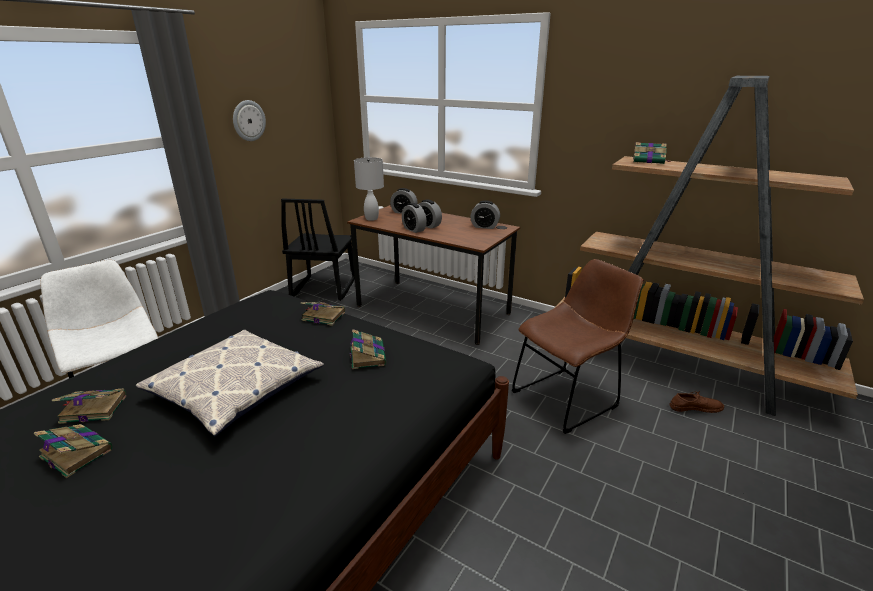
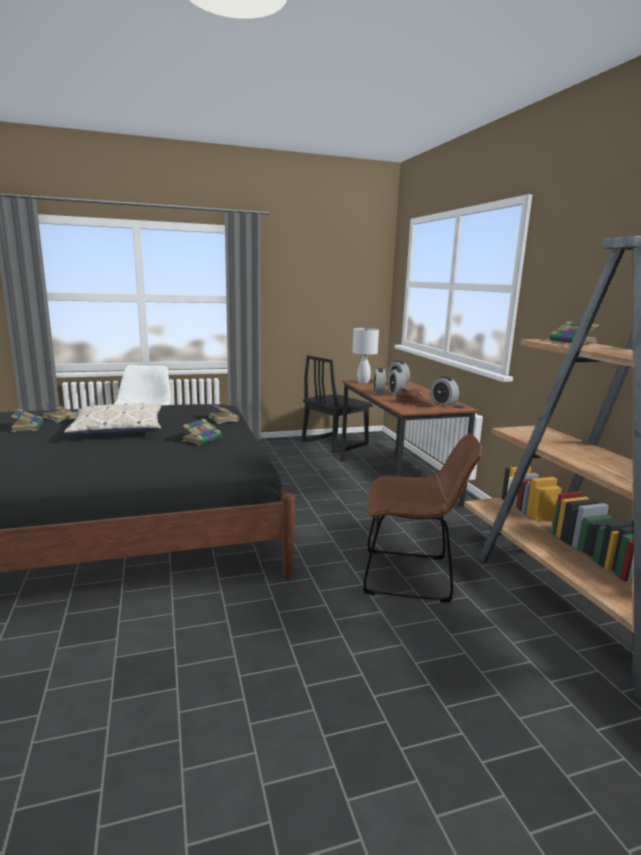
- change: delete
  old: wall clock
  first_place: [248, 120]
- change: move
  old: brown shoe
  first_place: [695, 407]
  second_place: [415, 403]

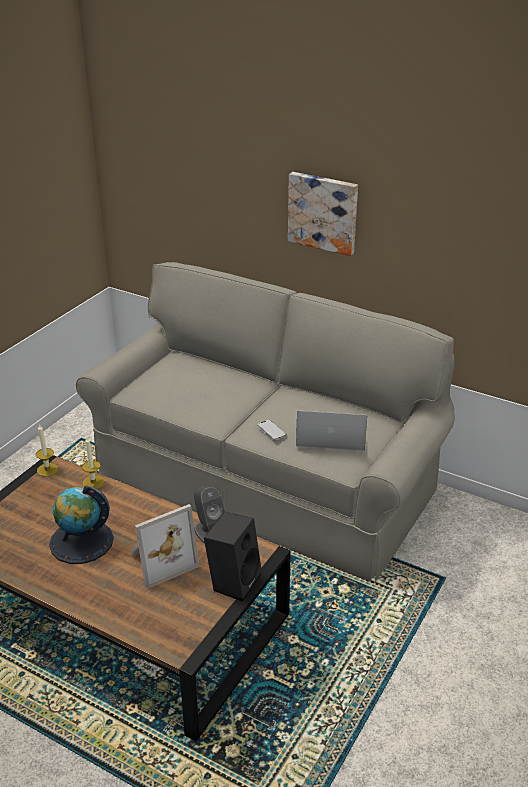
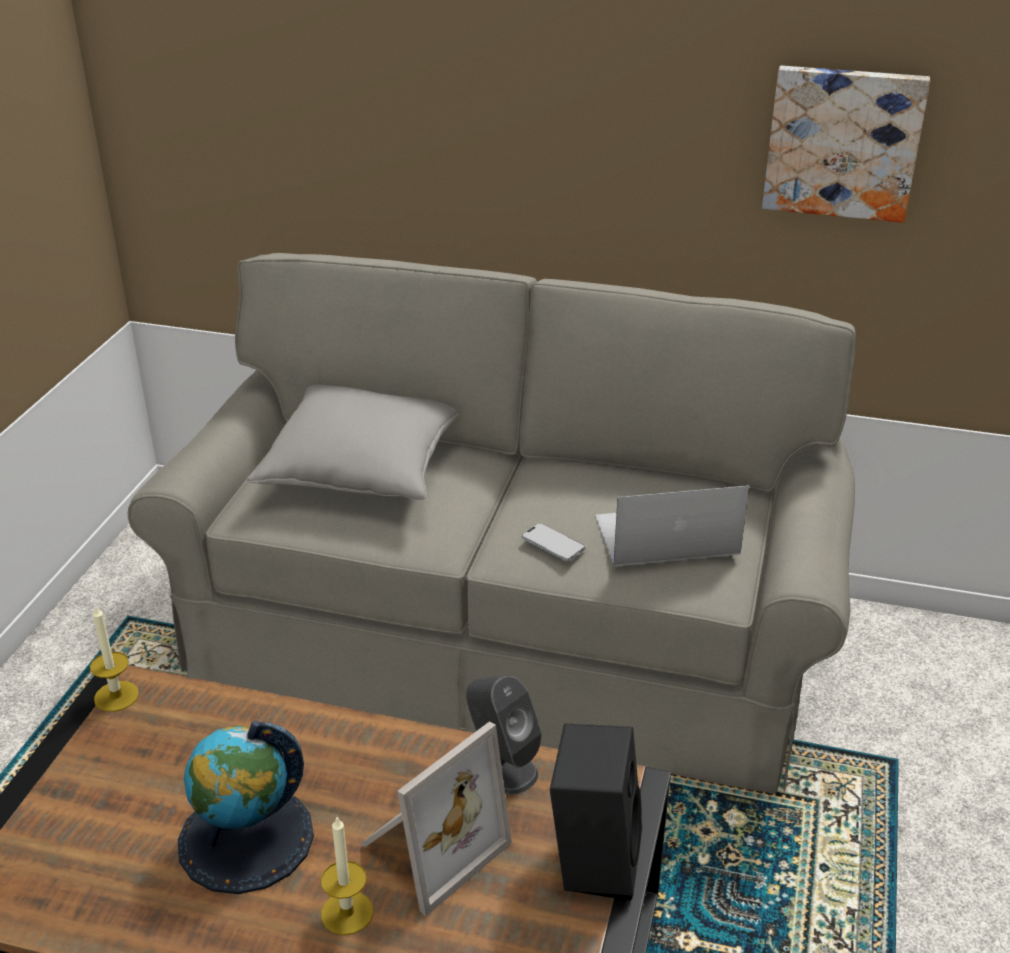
- change: move
  old: picture
  first_place: [323, 212]
  second_place: [843, 142]
- change: move
  old: candle
  first_place: [93, 482]
  second_place: [347, 912]
- change: insert
  new: grey pillow
  second_place: [364, 467]

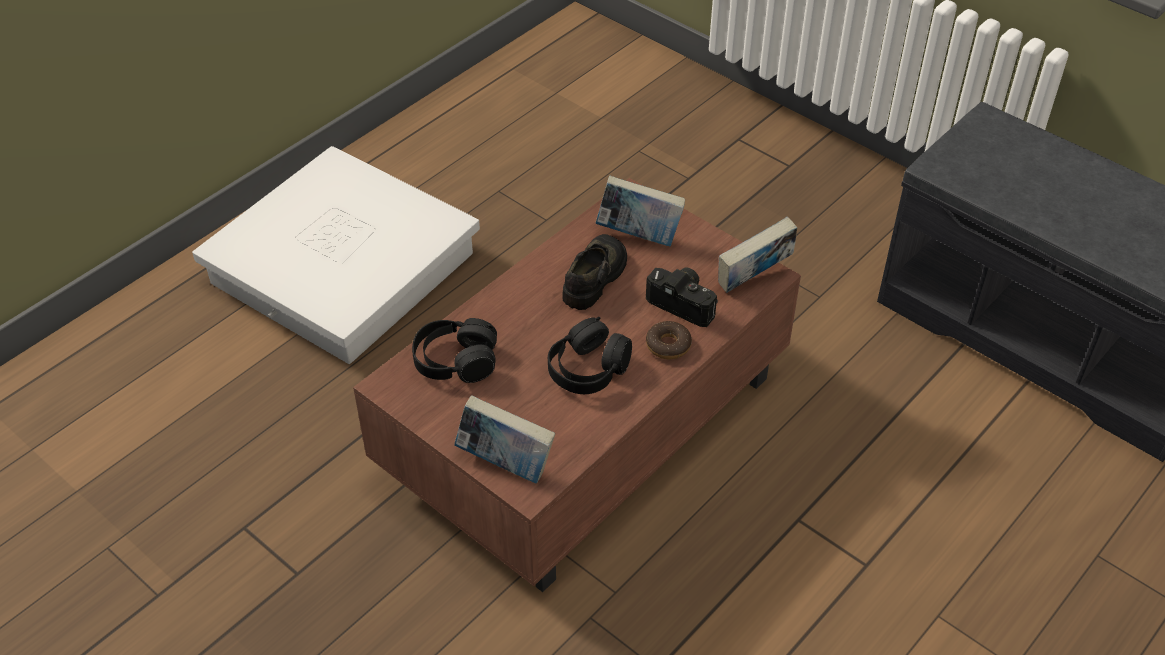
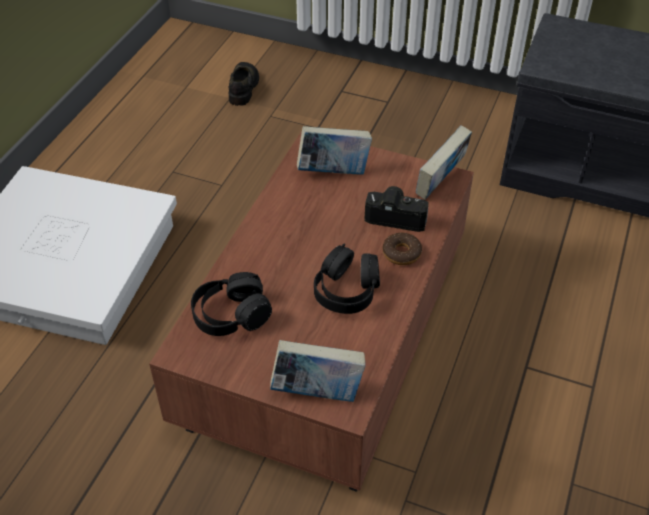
- change: move
  old: black shoe
  first_place: [595, 277]
  second_place: [243, 87]

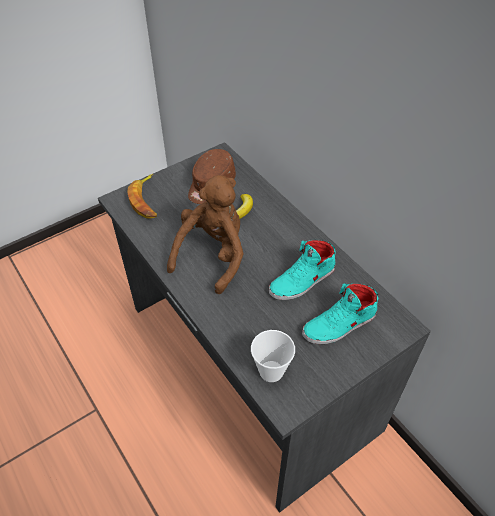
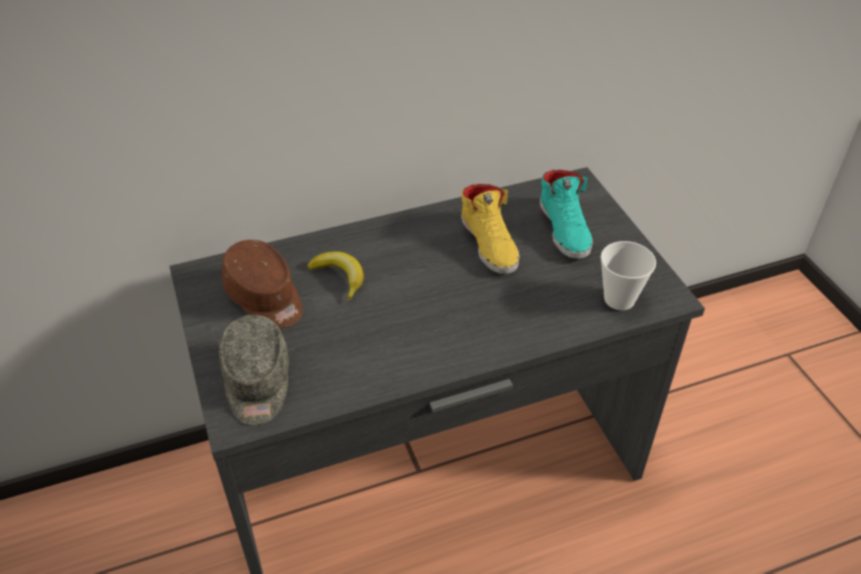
- change: replace
  old: banana
  new: grey cap
  first_place: [146, 200]
  second_place: [257, 382]
- change: delete
  old: brown plush toy
  first_place: [212, 255]
- change: recolor
  old: turquoise shoe
  new: yellow shoe
  first_place: [302, 281]
  second_place: [490, 243]

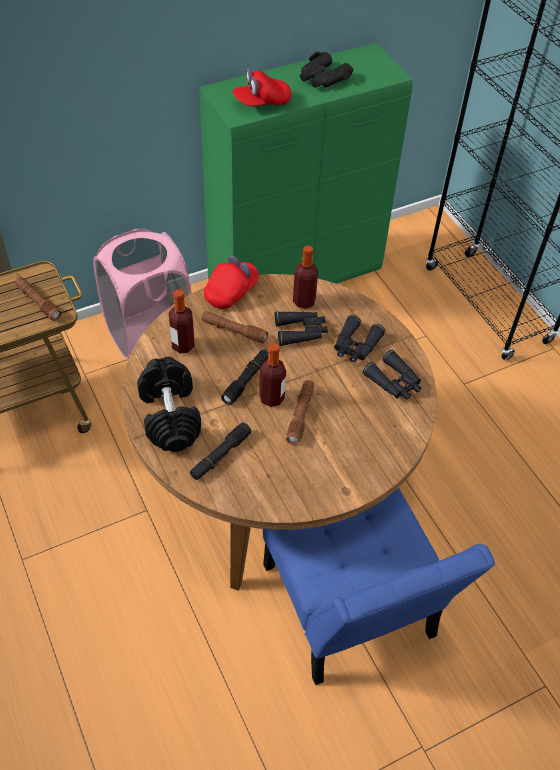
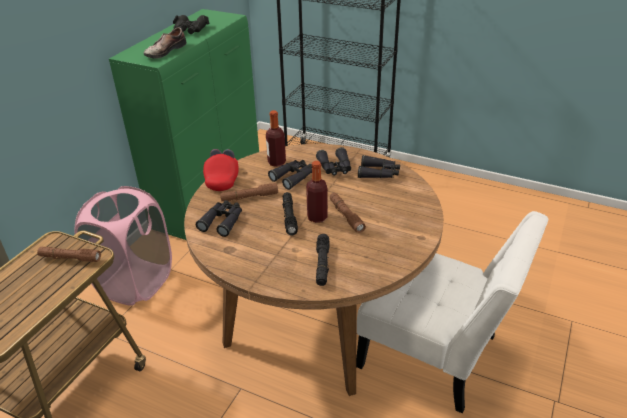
- change: replace
  old: red cap
  new: shoe
  first_place: [262, 102]
  second_place: [164, 51]
- change: replace
  old: bottle
  new: black binoculars
  first_place: [183, 345]
  second_place: [222, 221]
- change: delete
  old: black dumbbell
  first_place: [169, 415]
- change: recolor
  old: blue chair
  new: white chair
  first_place: [351, 610]
  second_place: [435, 355]

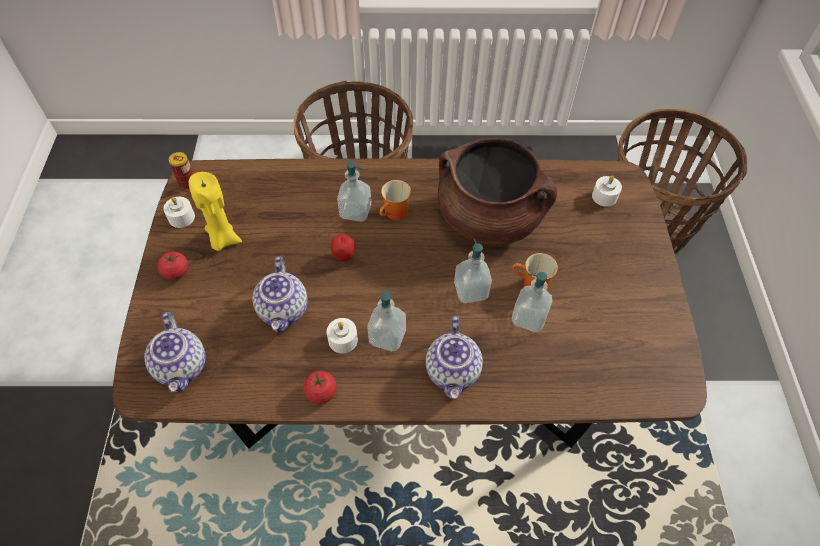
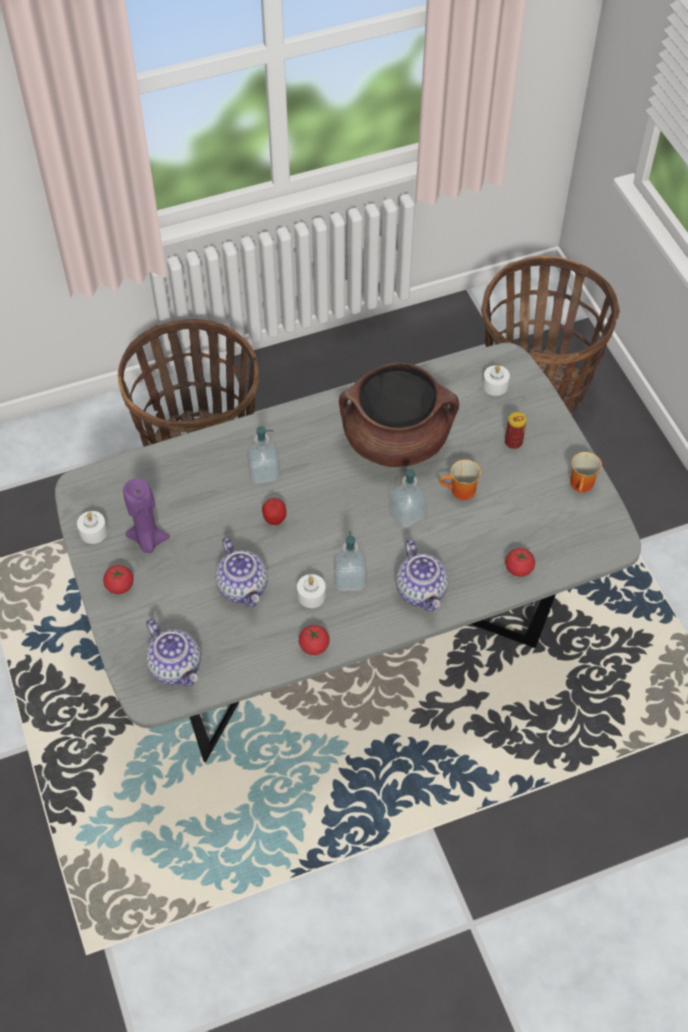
- change: move
  old: can
  first_place: [187, 183]
  second_place: [513, 442]
- change: recolor
  old: brown dining table
  new: grey dining table
  first_place: [409, 379]
  second_place: [344, 636]
- change: recolor
  old: yellow candle
  new: purple candle
  first_place: [223, 239]
  second_place: [148, 540]
- change: move
  old: mug
  first_place: [395, 214]
  second_place: [583, 485]
- change: delete
  old: soap dispenser
  first_place: [529, 318]
- change: insert
  new: tomato
  second_place: [518, 568]

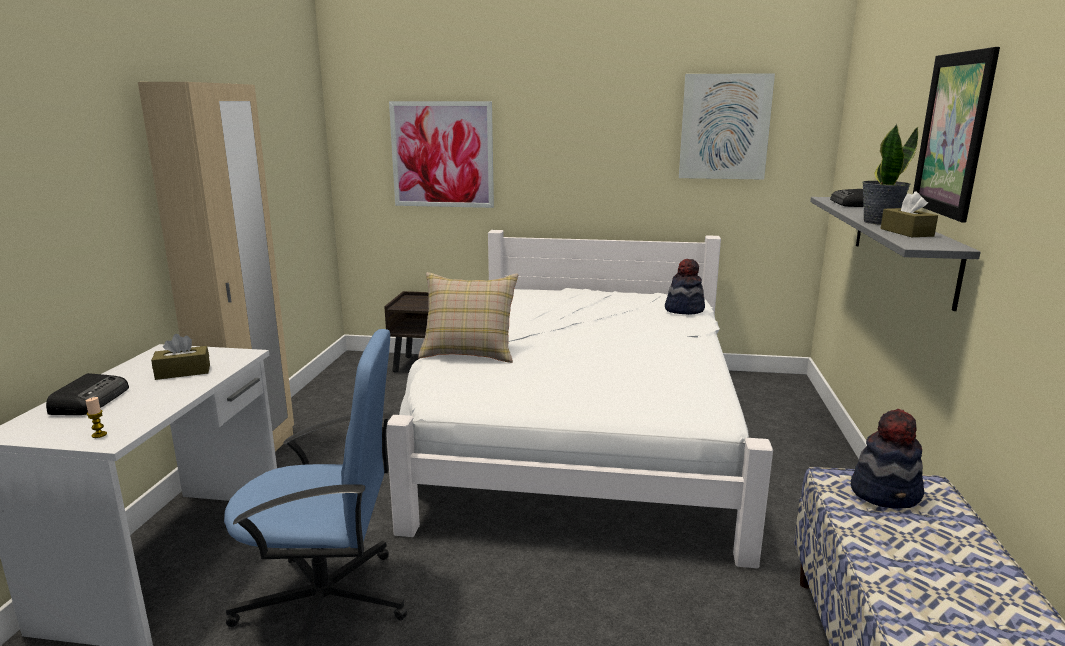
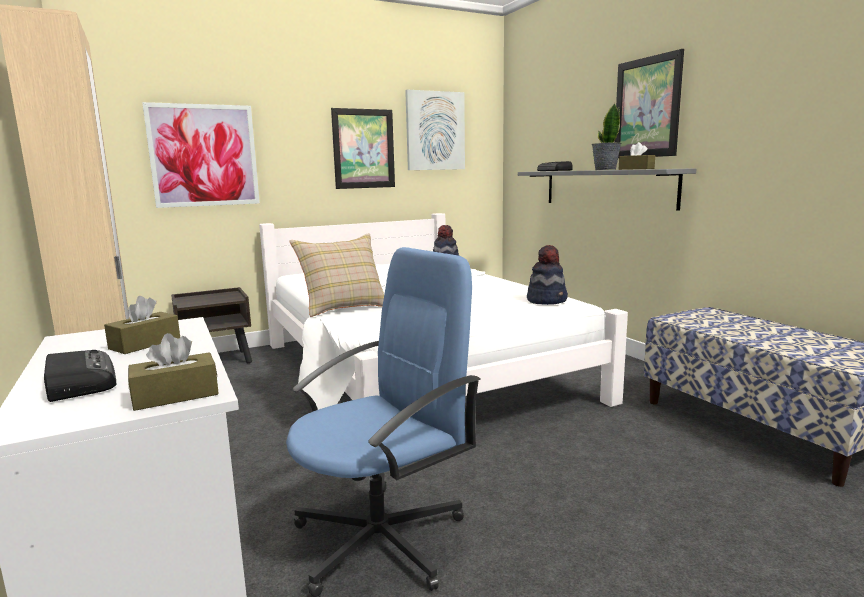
- change: replace
  old: candle
  new: brown tissue box
  first_place: [99, 435]
  second_place: [175, 395]
- change: move
  old: hat
  first_place: [886, 493]
  second_place: [547, 300]
- change: insert
  new: picture
  second_place: [363, 149]

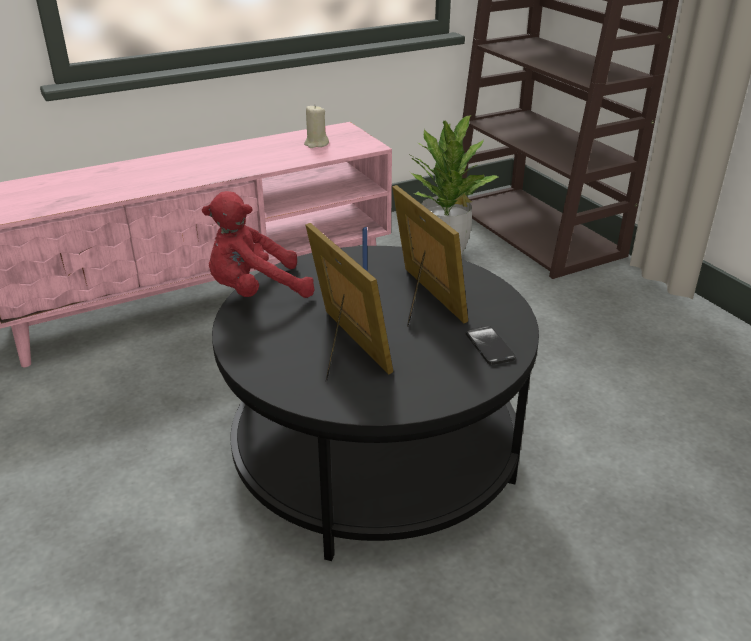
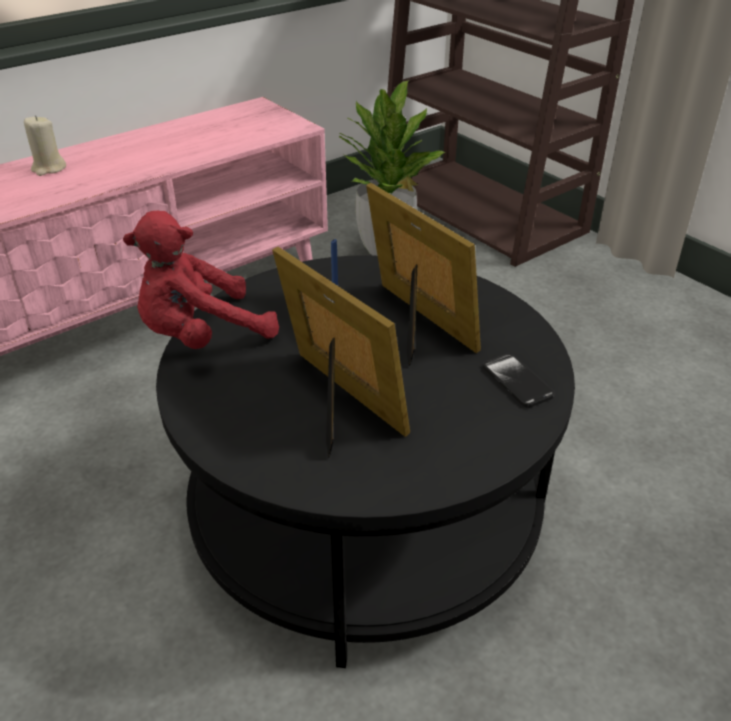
- change: move
  old: beige candle
  first_place: [316, 144]
  second_place: [48, 168]

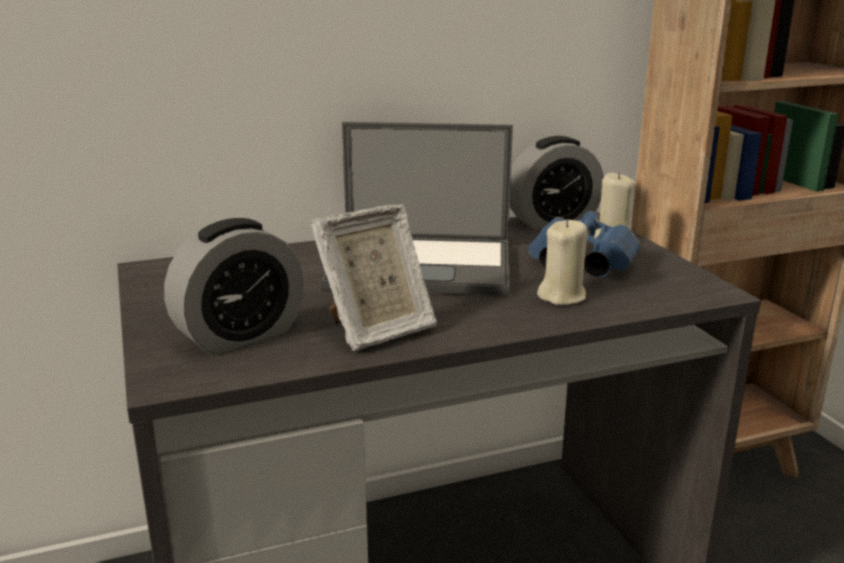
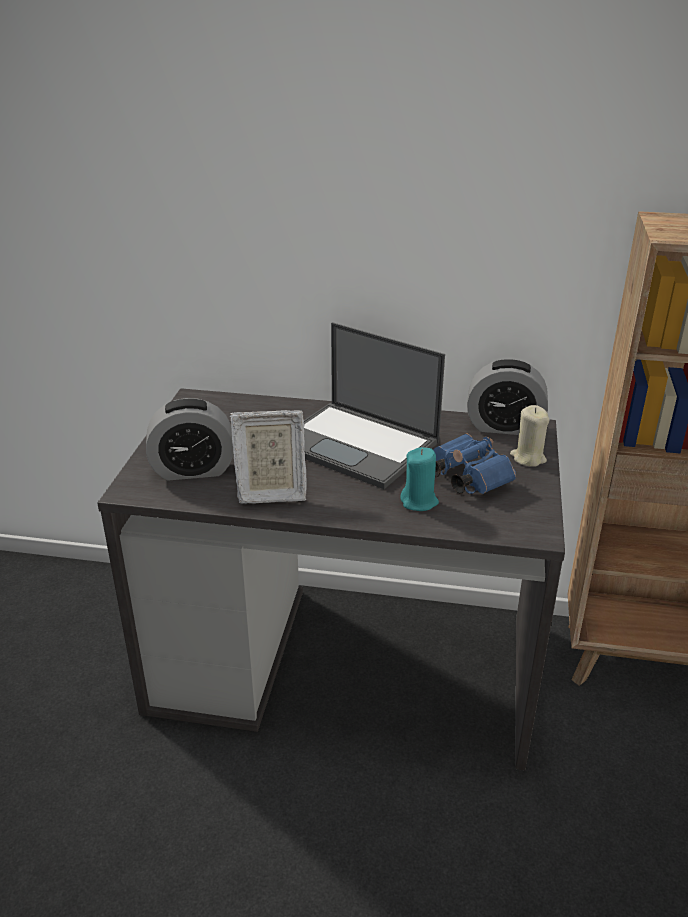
- change: recolor
  old: beige candle
  new: turquoise candle
  first_place: [562, 296]
  second_place: [419, 501]

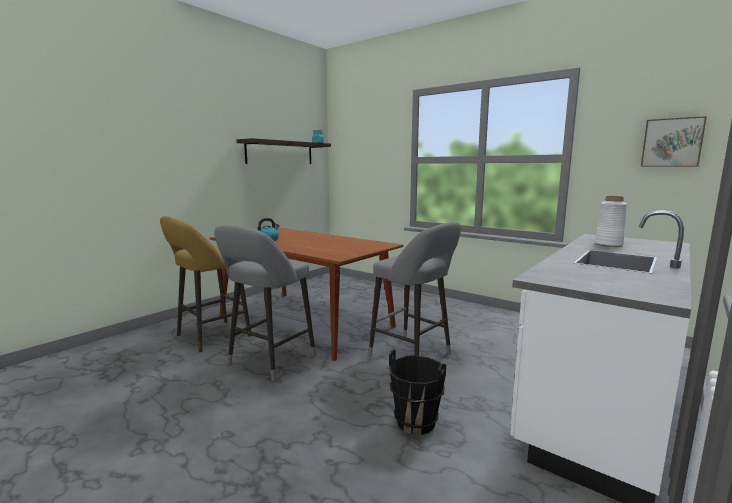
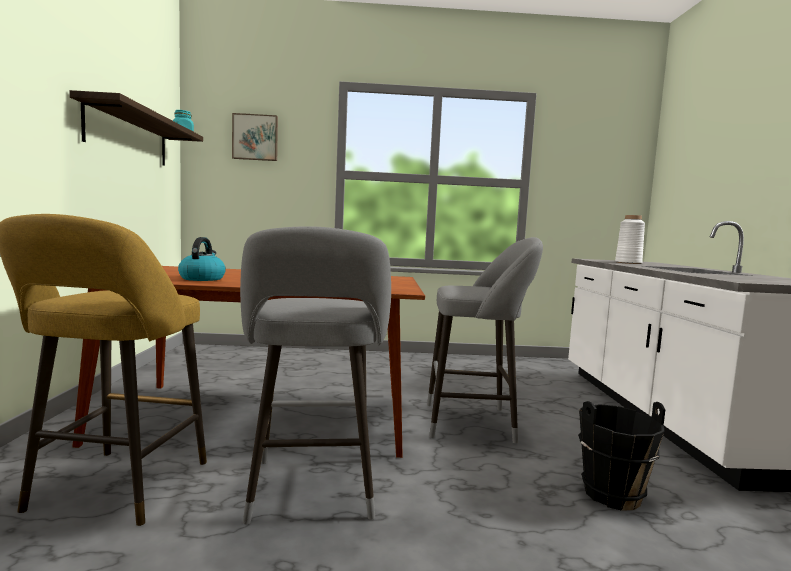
- change: move
  old: picture
  first_place: [672, 143]
  second_place: [255, 137]

